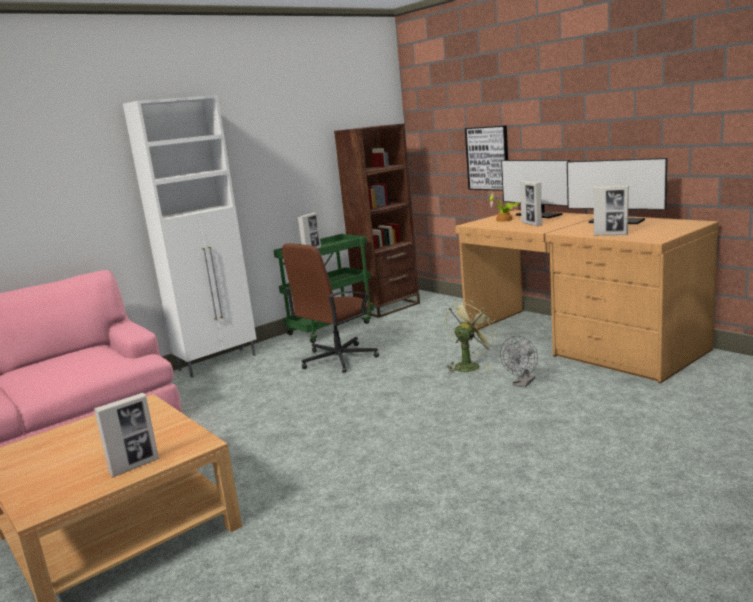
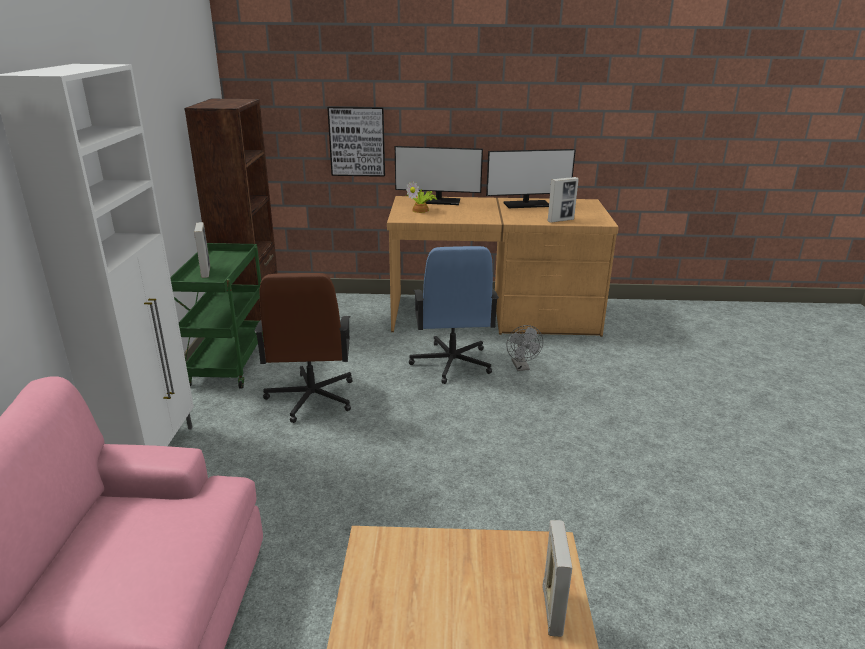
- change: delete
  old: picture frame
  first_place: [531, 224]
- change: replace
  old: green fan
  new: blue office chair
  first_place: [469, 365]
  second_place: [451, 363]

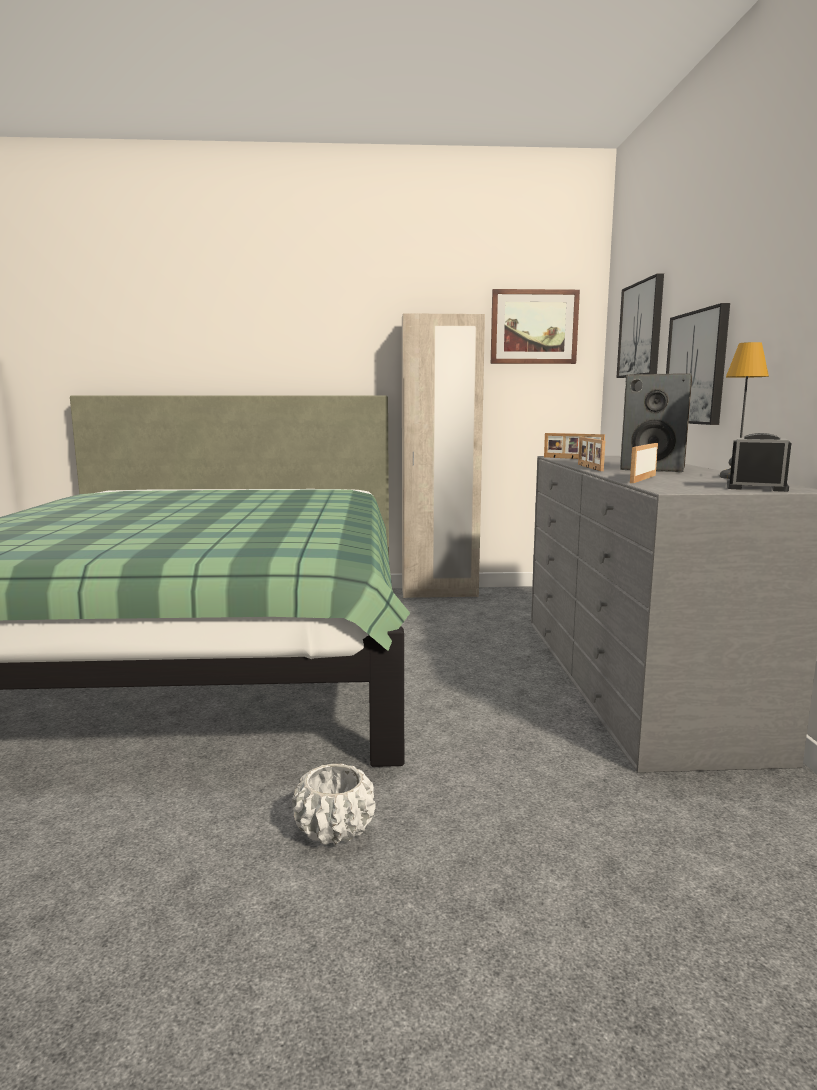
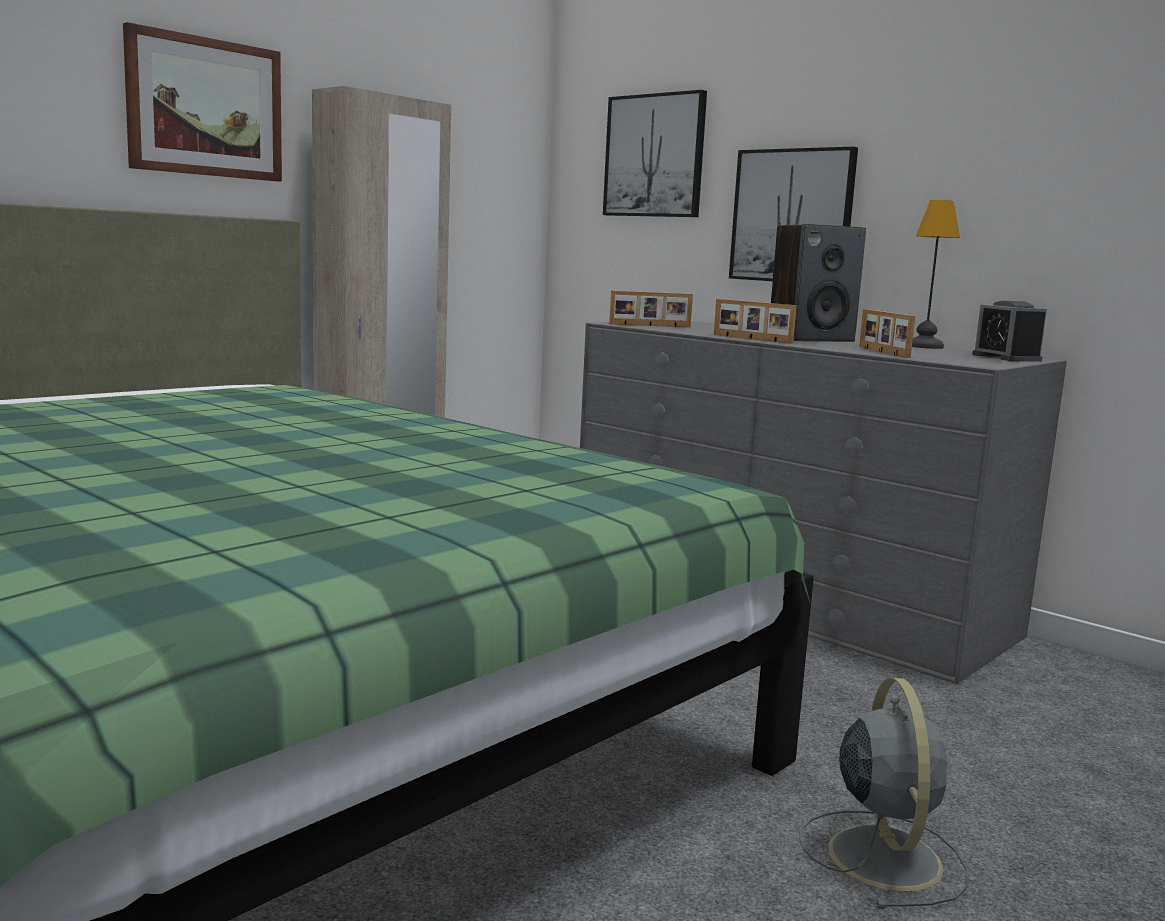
- change: move
  old: picture
  first_place: [534, 327]
  second_place: [205, 107]
- change: rotate
  old: alarm clock
  first_place: [756, 488]
  second_place: [1006, 358]
  degrees: -90
- change: replace
  old: white planter
  new: grey fan
  first_place: [335, 829]
  second_place: [883, 855]

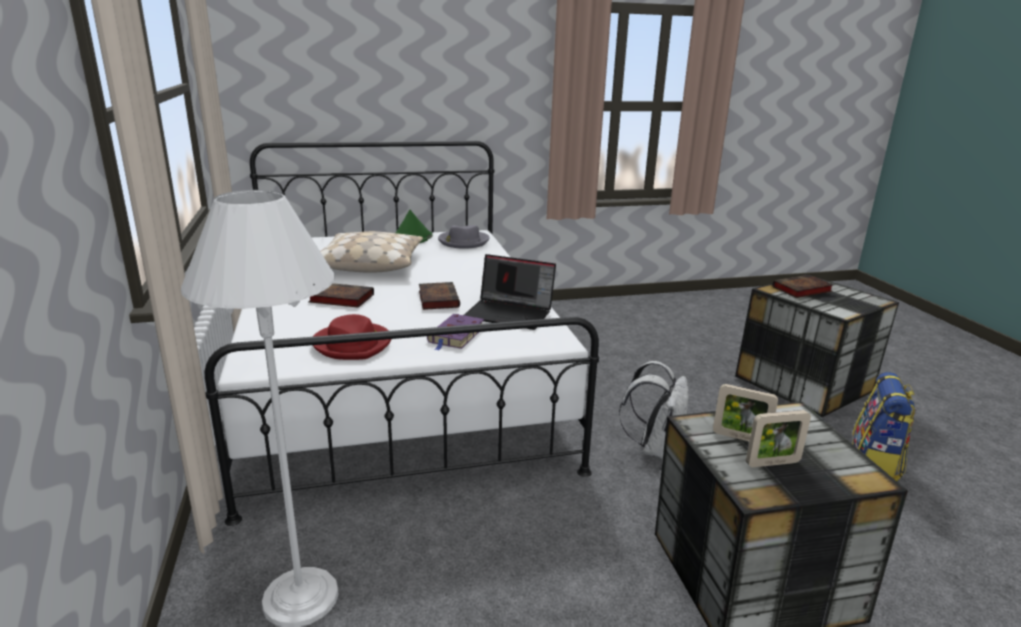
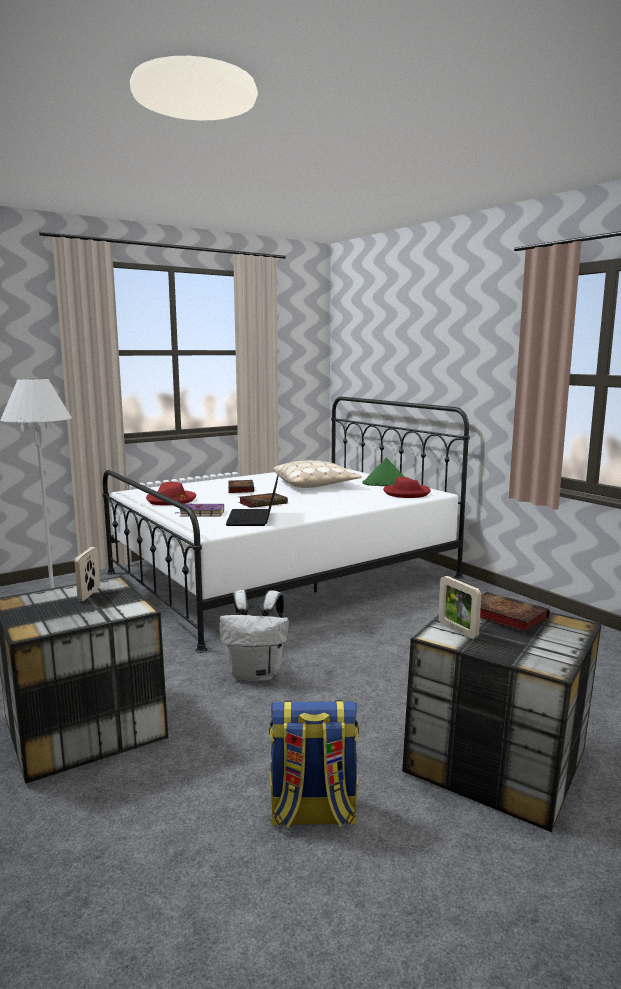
- change: recolor
  old: grey hat
  new: red hat
  first_place: [463, 241]
  second_place: [406, 493]
- change: move
  old: picture frame
  first_place: [772, 463]
  second_place: [457, 630]

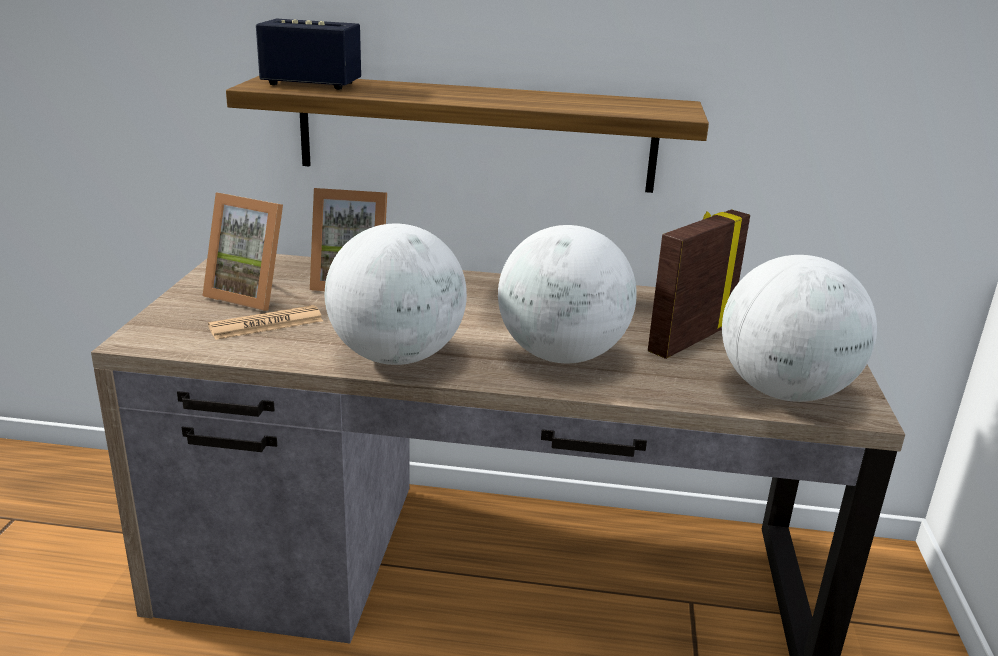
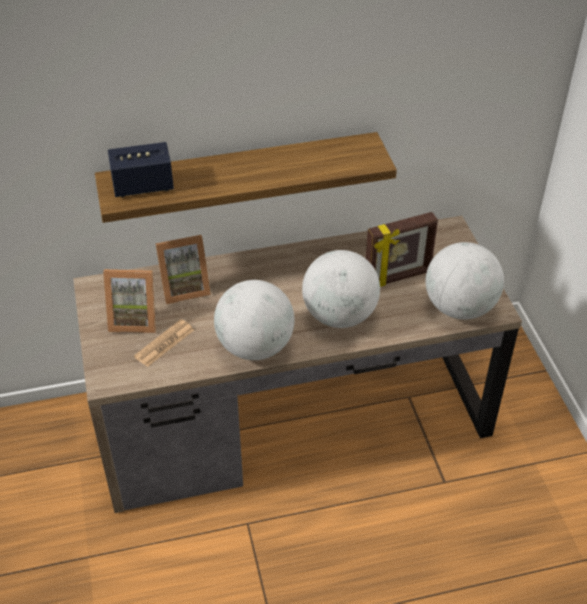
- change: rotate
  old: picture frame
  first_place: [688, 338]
  second_place: [398, 277]
  degrees: -135

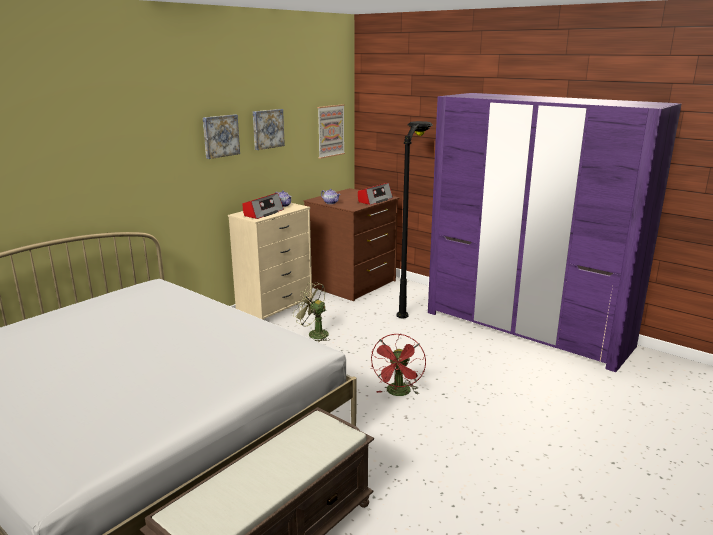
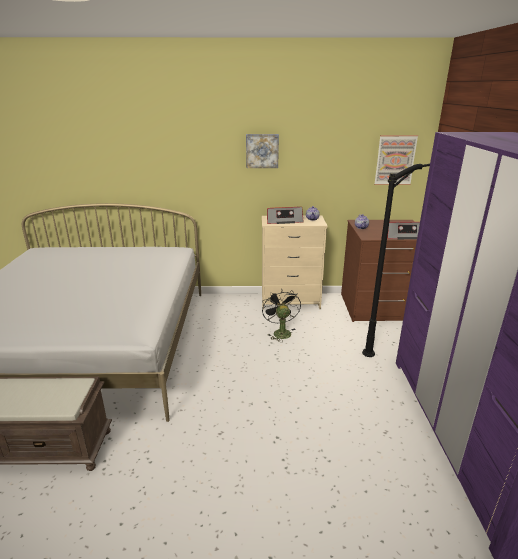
- change: delete
  old: picture
  first_place: [267, 129]
- change: recolor
  old: green fan
  new: black fan
  first_place: [313, 334]
  second_place: [280, 332]
- change: delete
  old: red fan
  first_place: [398, 393]

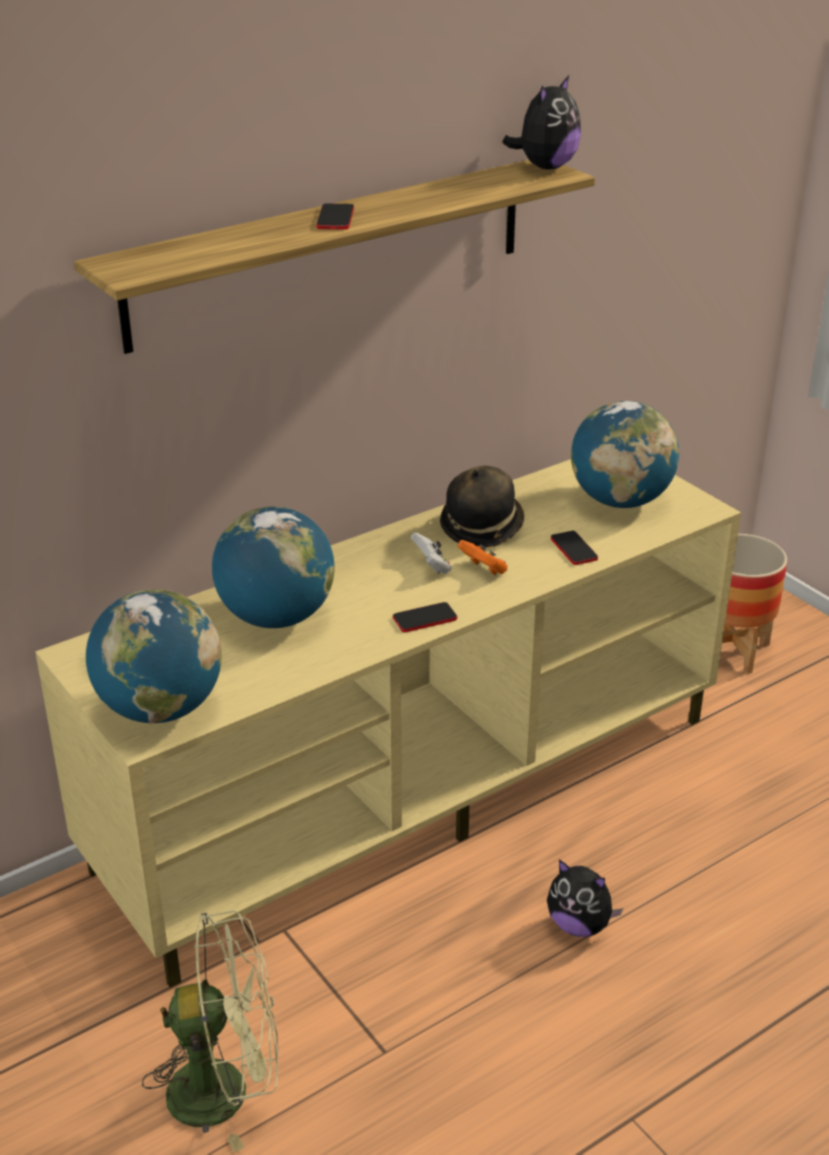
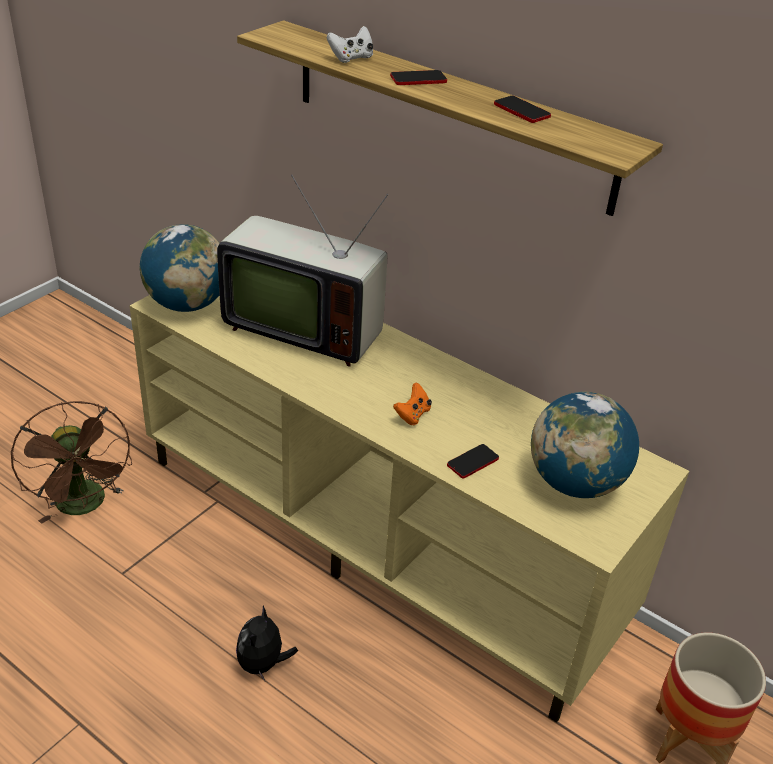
- change: delete
  old: plush toy
  first_place: [545, 167]
- change: delete
  old: hat
  first_place: [481, 527]
- change: replace
  old: globe
  new: television
  first_place: [276, 617]
  second_place: [304, 328]
- change: move
  old: white game controller
  first_place: [432, 567]
  second_place: [351, 58]
- change: move
  old: phone
  first_place: [425, 618]
  second_place: [521, 111]
- change: recolor
  old: green fan
  new: brown fan
  first_place: [226, 1088]
  second_place: [85, 506]

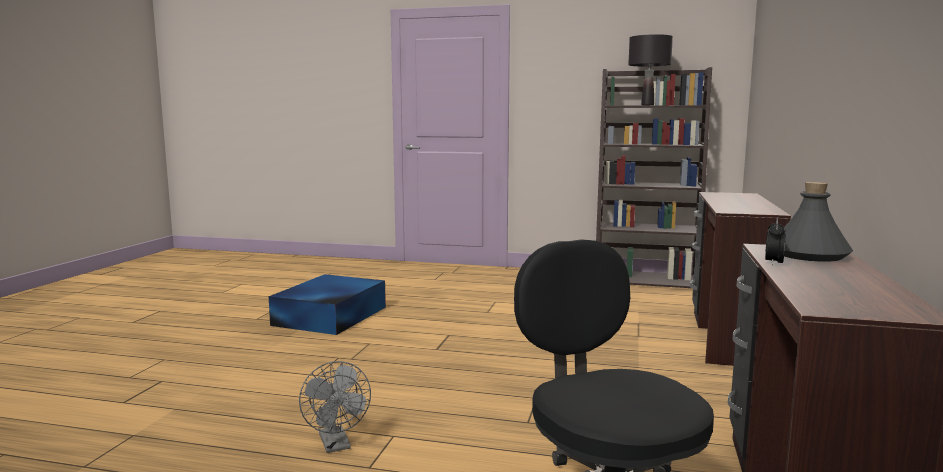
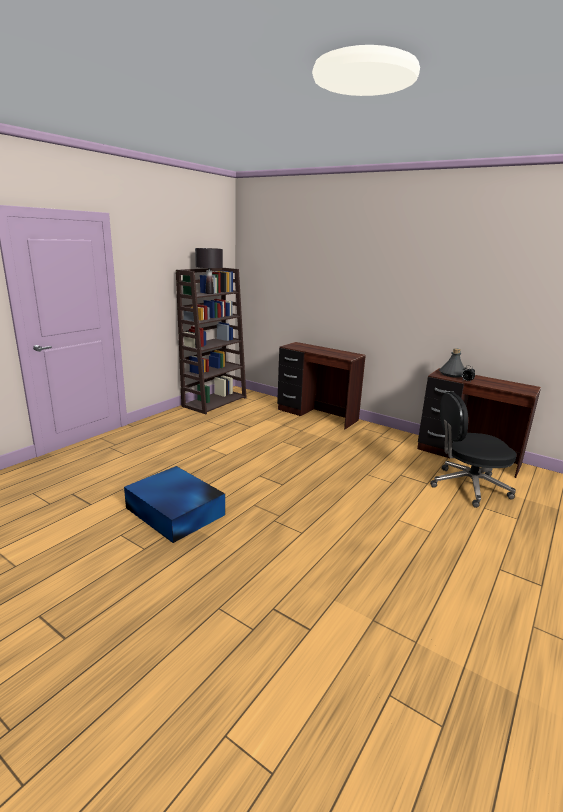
- change: delete
  old: grey fan
  first_place: [336, 445]

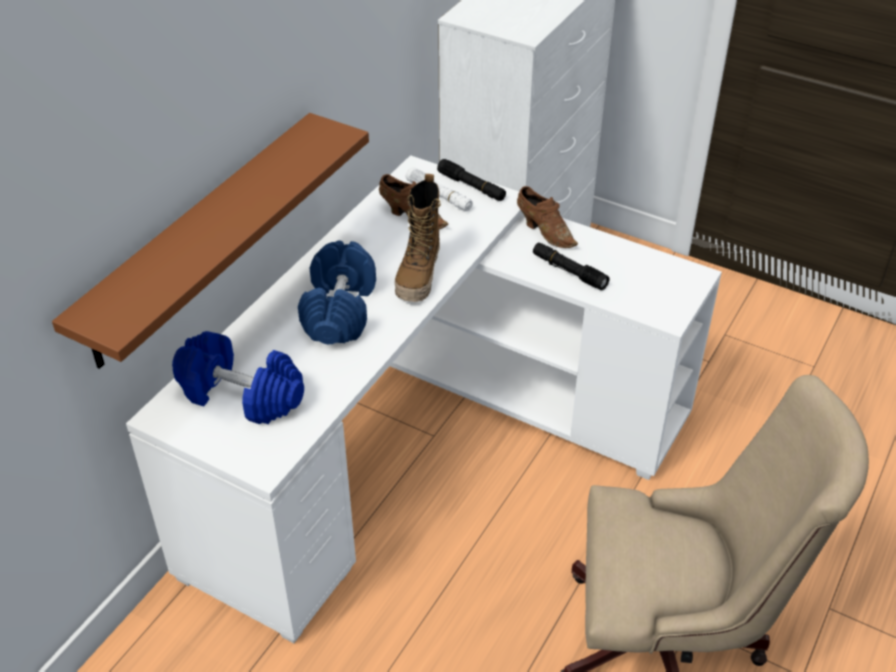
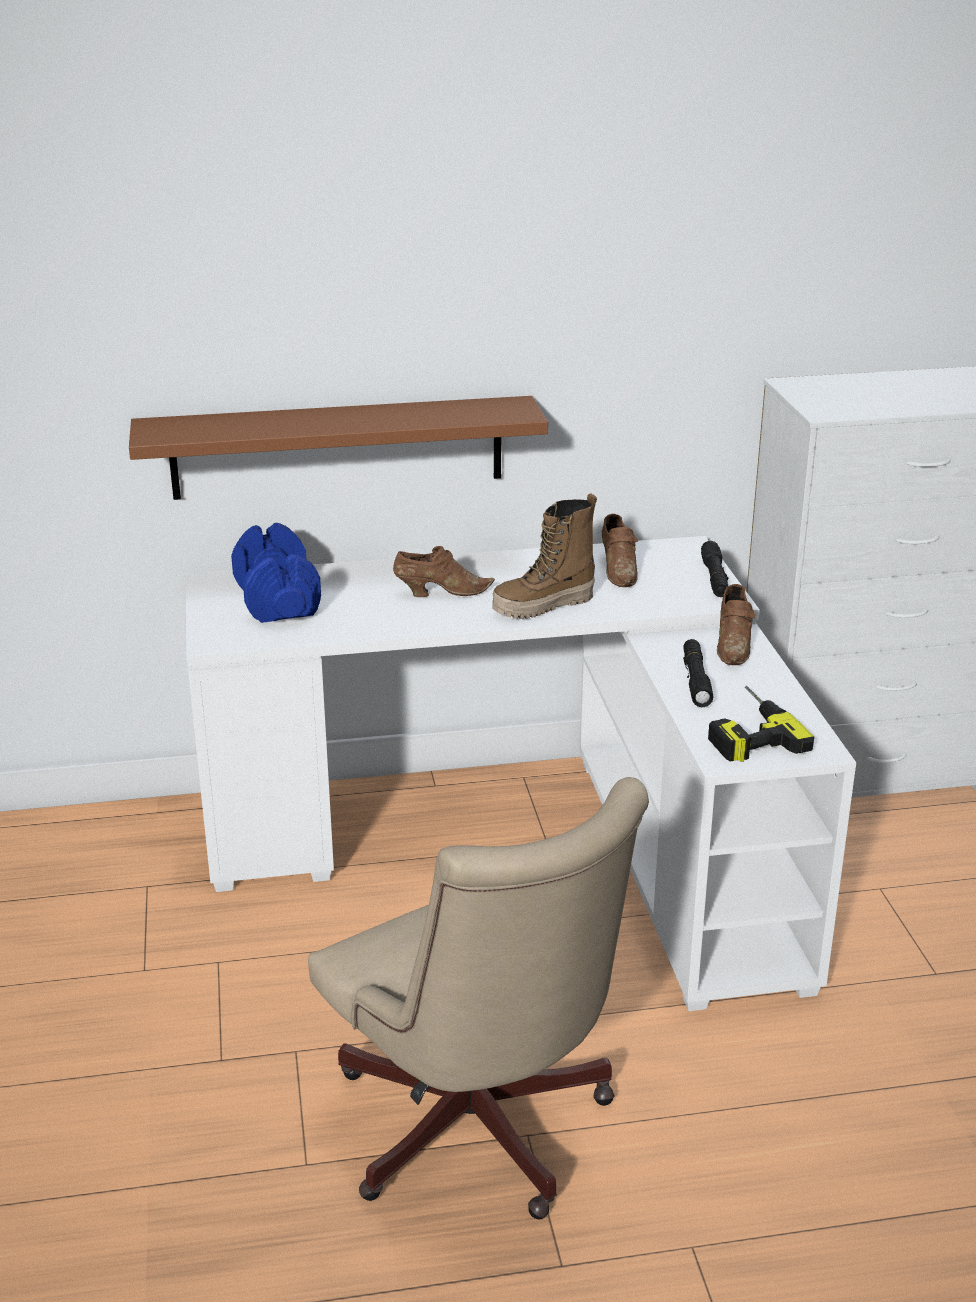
- change: delete
  old: white flashlight
  first_place: [439, 196]
- change: replace
  old: blue dumbbell
  new: brown shoe
  first_place: [339, 310]
  second_place: [440, 593]
- change: insert
  new: power drill
  second_place: [745, 731]

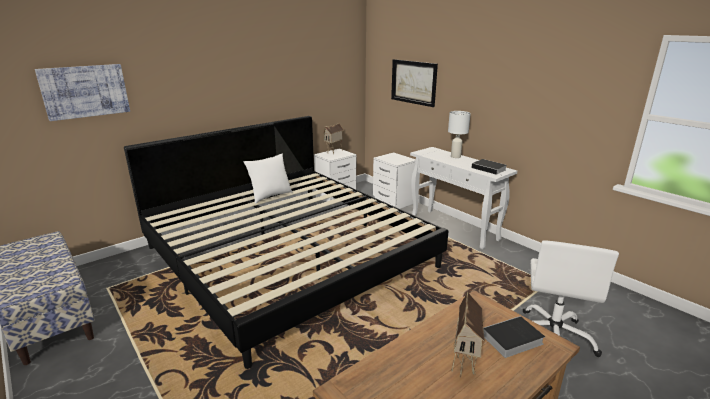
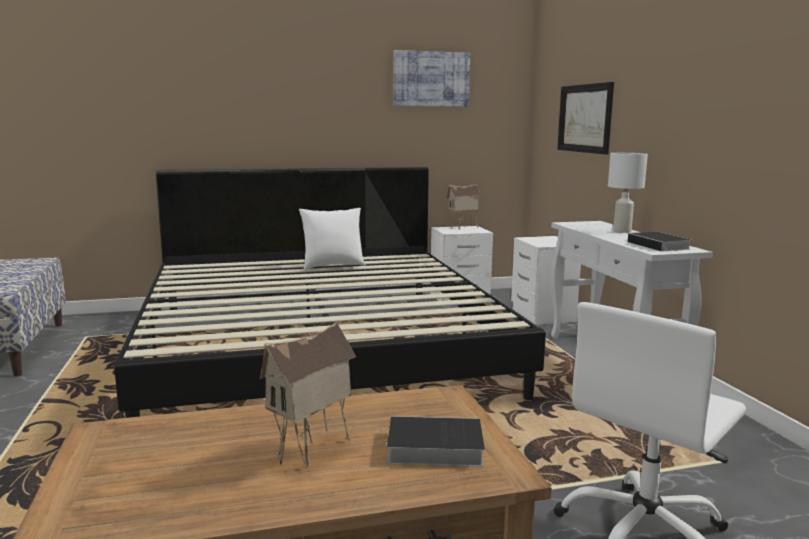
- change: move
  old: picture
  first_place: [85, 91]
  second_place: [431, 79]

